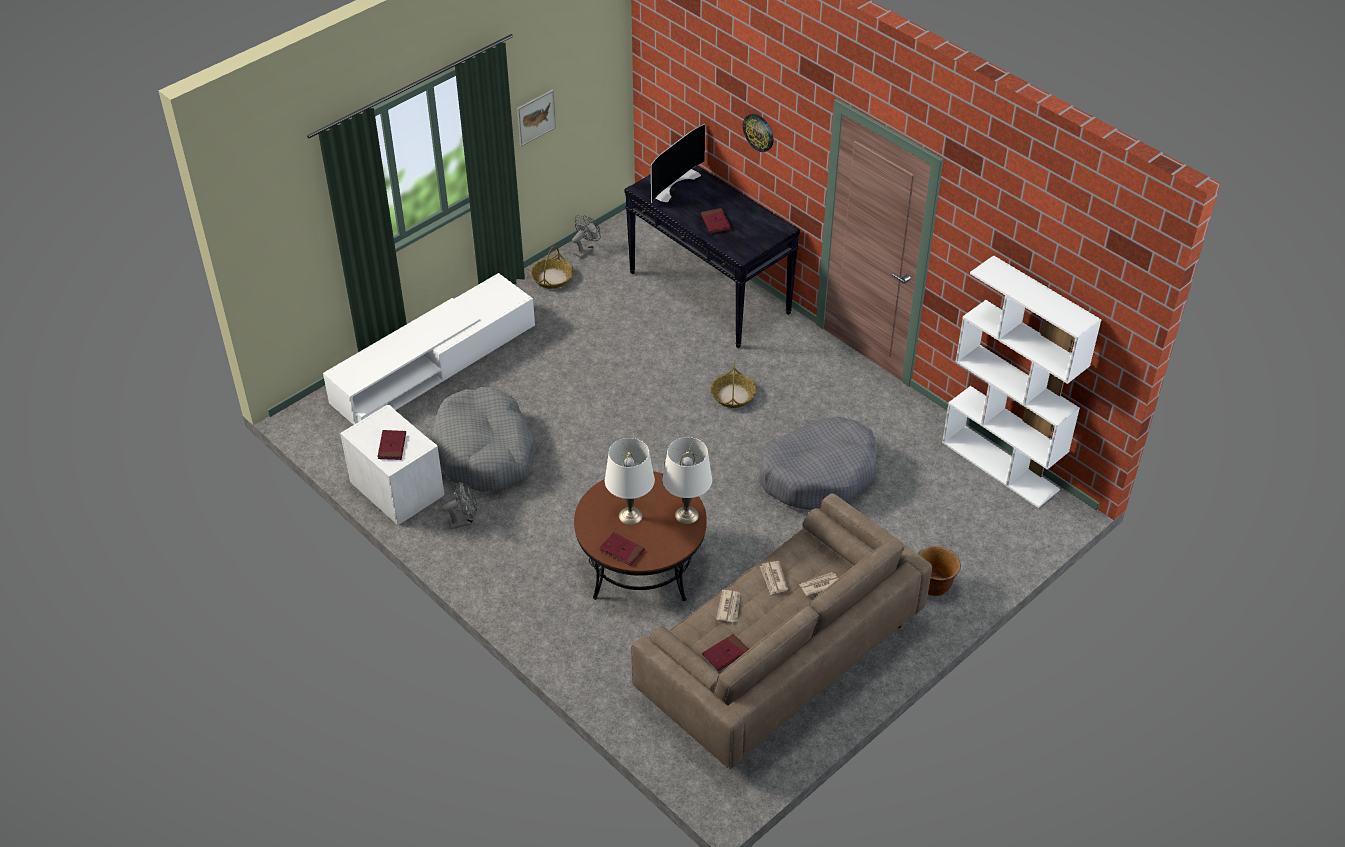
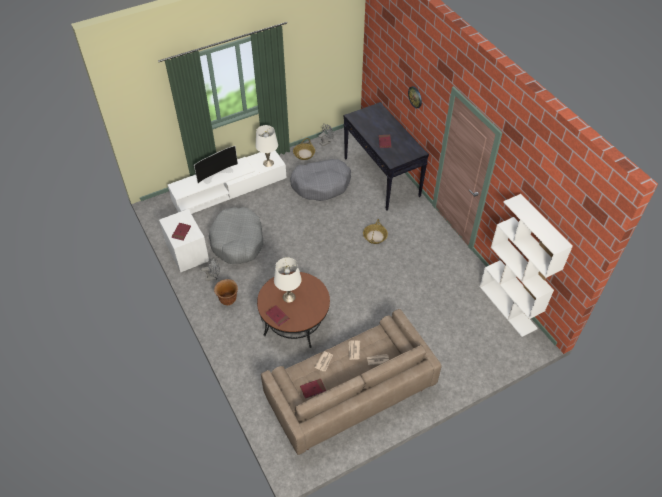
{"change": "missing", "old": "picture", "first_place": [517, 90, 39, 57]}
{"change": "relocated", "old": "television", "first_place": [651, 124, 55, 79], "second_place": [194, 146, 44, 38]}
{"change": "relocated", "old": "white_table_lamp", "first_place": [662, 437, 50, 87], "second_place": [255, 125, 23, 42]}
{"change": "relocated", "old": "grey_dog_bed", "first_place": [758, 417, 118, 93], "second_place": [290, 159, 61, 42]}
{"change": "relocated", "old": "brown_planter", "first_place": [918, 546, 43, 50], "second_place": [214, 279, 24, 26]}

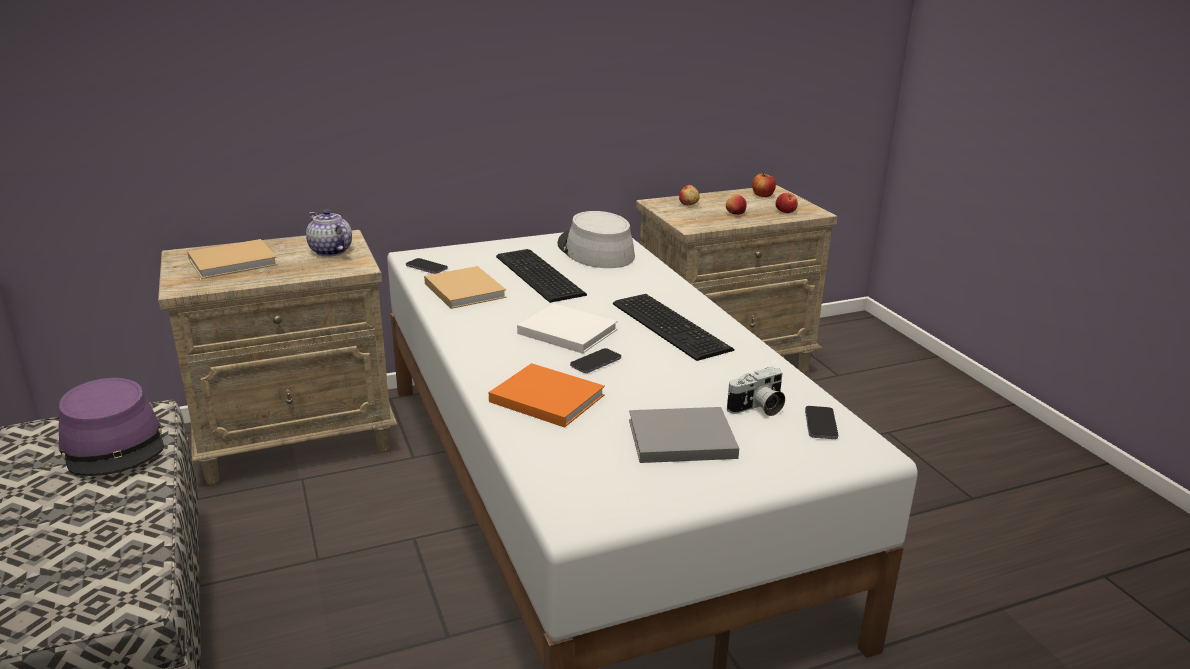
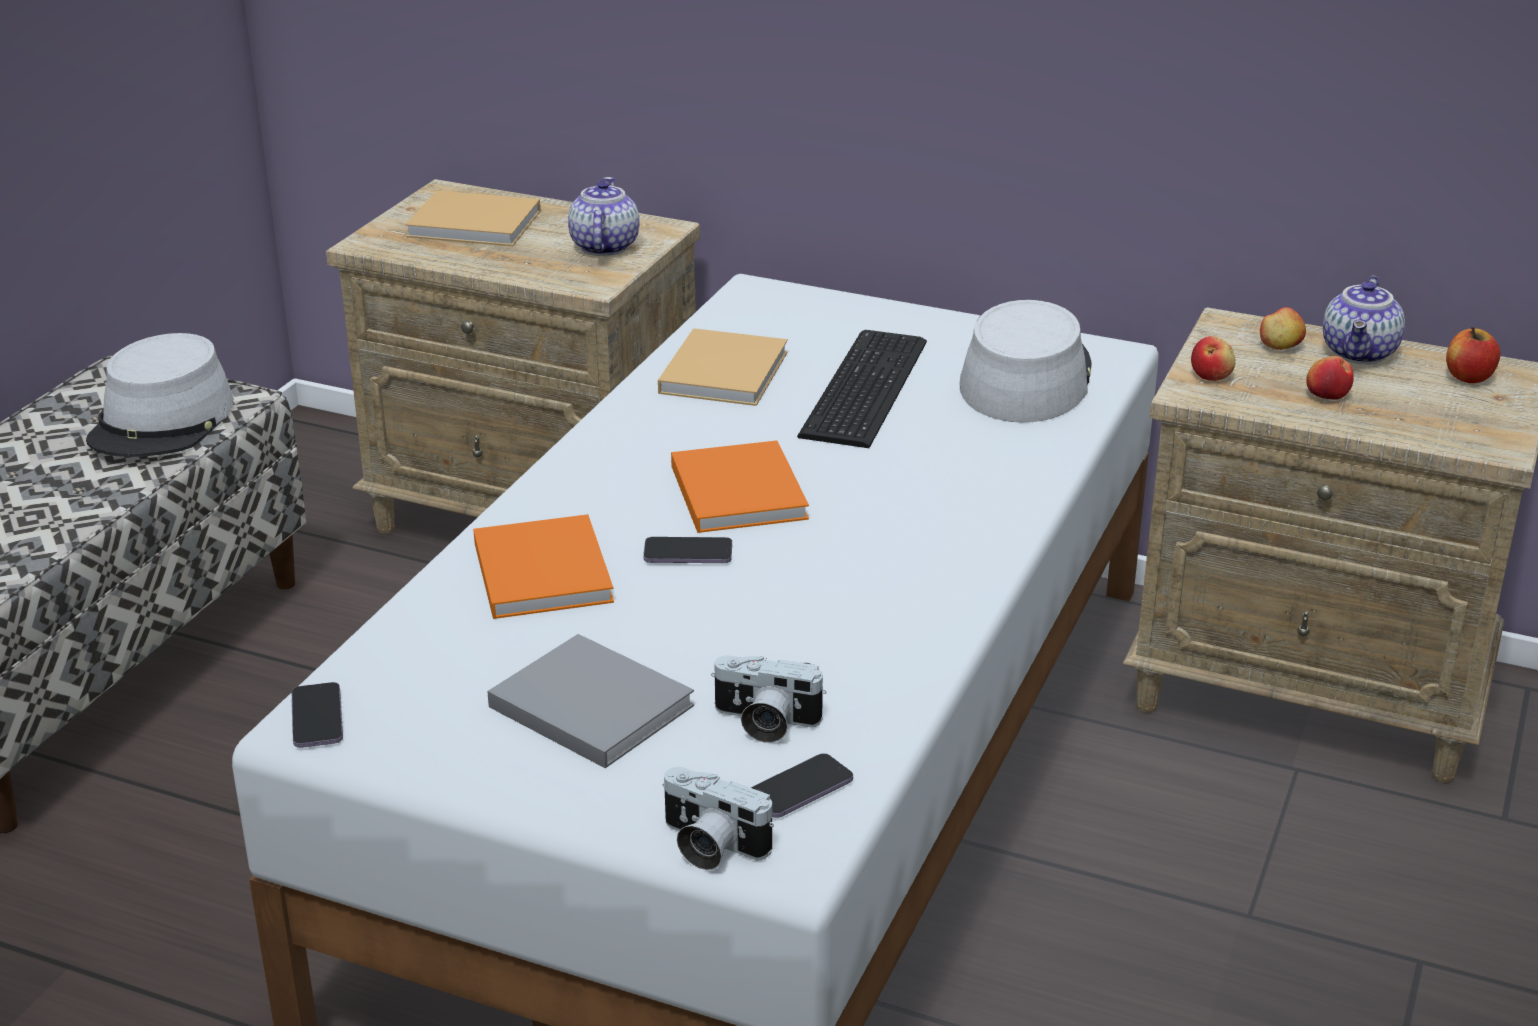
{"change": "missing", "old": "keyboard", "first_place": [613, 294, 122, 67]}
{"change": "appeared", "new": "photo_camera", "second_place": [662, 767, 112, 103]}
{"change": "appeared", "new": "teapot", "second_place": [1323, 275, 82, 89]}
{"change": "relocated", "old": "phone", "first_place": [406, 258, 42, 16], "second_place": [291, 682, 52, 66]}
{"change": "relocated", "old": "apple", "first_place": [775, 192, 23, 21], "second_place": [1191, 336, 45, 45]}
{"change": "colour", "old": "purple_hat", "new": "grey_hat", "first_place": [59, 378, 105, 98], "second_place": [86, 333, 148, 124]}
{"change": "colour", "old": "white_book", "new": "orange_book", "first_place": [517, 304, 101, 50], "second_place": [671, 440, 138, 93]}

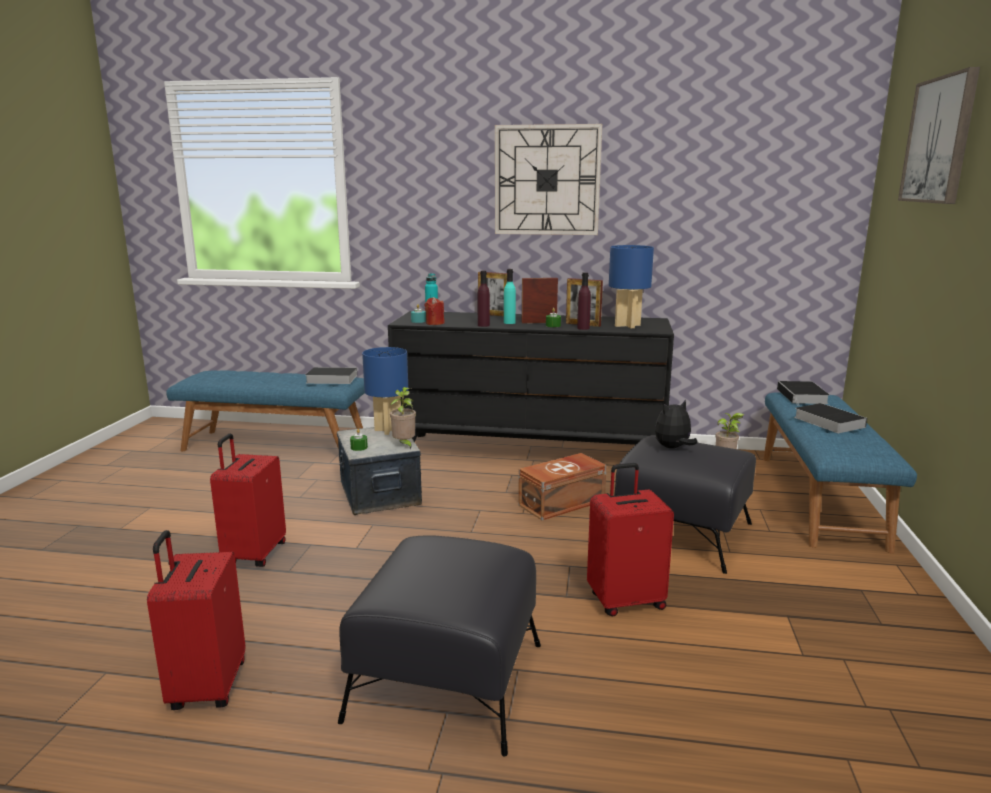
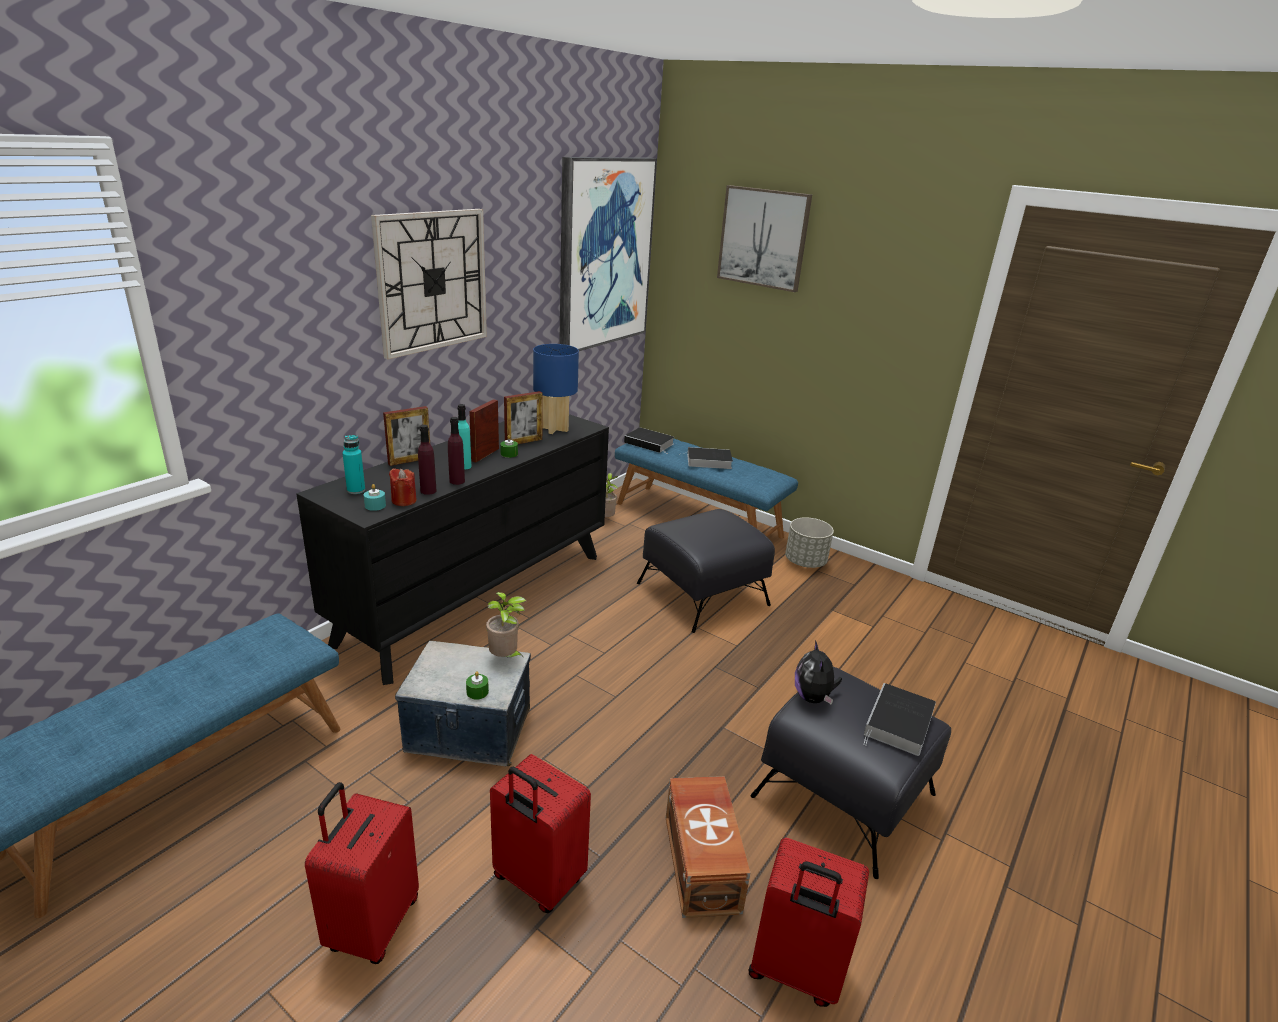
{"change": "missing", "old": "blue_table_lamp", "first_place": [362, 347, 46, 88]}
{"change": "appeared", "new": "picture", "second_place": [559, 157, 98, 194]}
{"change": "appeared", "new": "grey_planter", "second_place": [785, 517, 49, 51]}
{"change": "relocated", "old": "book", "first_place": [306, 367, 51, 17], "second_place": [864, 683, 72, 73]}
{"change": "relocated", "old": "brown_storage_box", "first_place": [518, 453, 89, 67], "second_place": [666, 776, 84, 142]}
{"change": "relocated", "old": "purple_bottle", "first_place": [577, 272, 14, 58], "second_place": [418, 425, 18, 70]}
{"change": "relocated", "old": "red_suitcase", "first_place": [587, 463, 87, 154], "second_place": [305, 782, 114, 182]}
{"change": "relocated", "old": "plush_toy", "first_place": [655, 399, 43, 49], "second_place": [795, 640, 47, 65]}

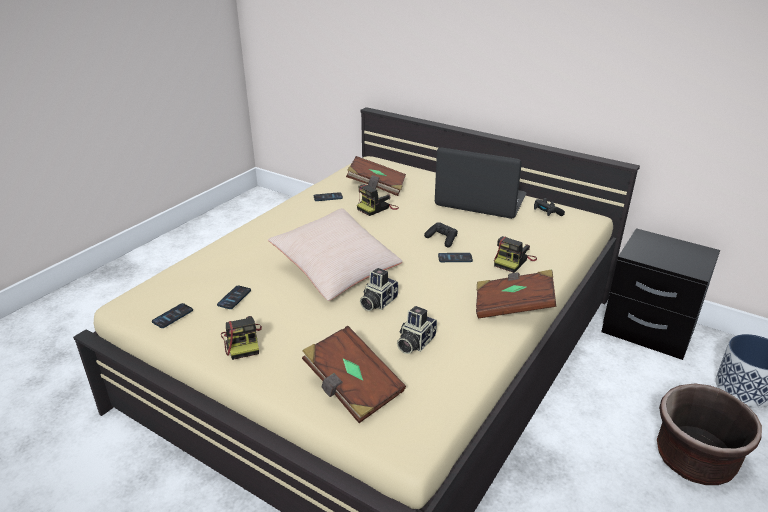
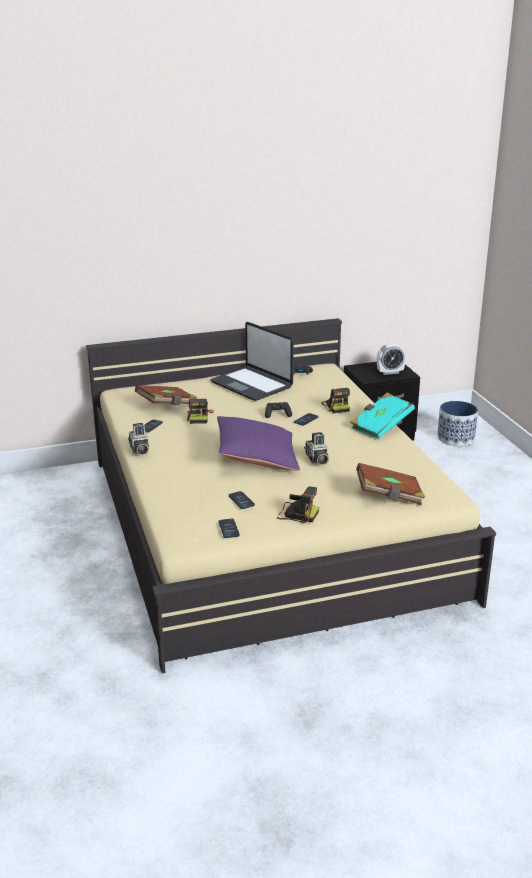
{"change": "missing", "old": "brown_planter", "first_place": [657, 384, 105, 101]}
{"change": "appeared", "new": "alarm_clock", "second_place": [377, 343, 29, 32]}
{"change": "relocated", "old": "photo_camera", "first_place": [397, 306, 40, 48], "second_place": [128, 423, 21, 32]}
{"change": "colour", "old": "beige_pillow", "new": "purple_pillow", "first_place": [268, 208, 135, 93], "second_place": [217, 416, 83, 55]}
{"change": "colour", "old": "brown_book", "new": "turquoise_book", "first_place": [476, 269, 81, 50], "second_place": [351, 393, 64, 46]}
{"change": "spun", "old": "laptop", "first_place": [435, 147, 92, 72], "second_place": [210, 322, 84, 79], "degrees": -105}

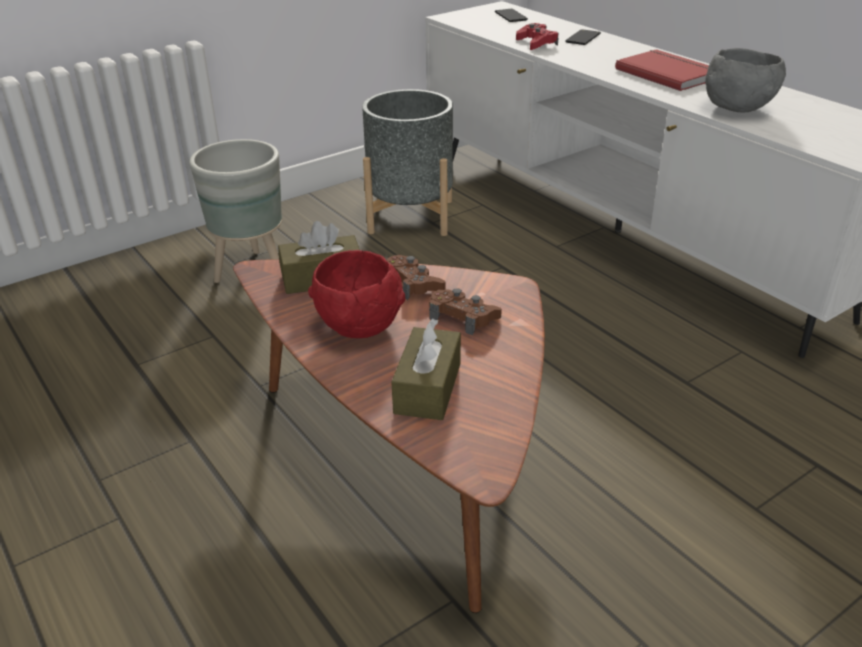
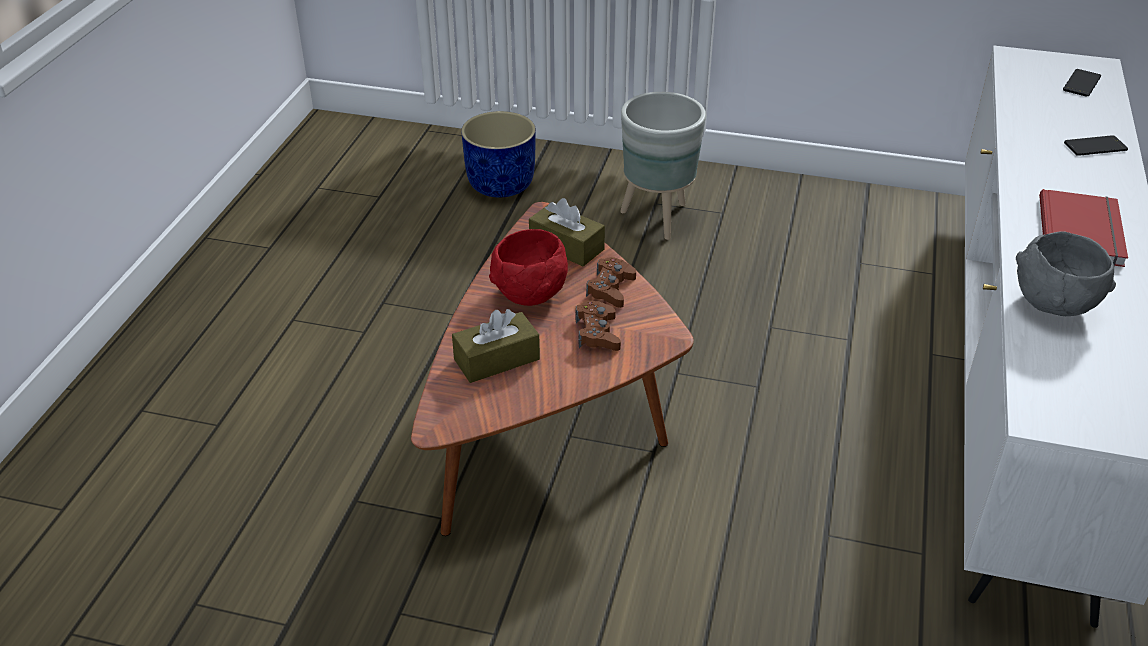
{"change": "missing", "old": "grey_planter", "first_place": [362, 89, 91, 147]}
{"change": "missing", "old": "red_game_controller", "first_place": [516, 23, 42, 27]}
{"change": "appeared", "new": "blue_planter", "second_place": [461, 111, 75, 86]}

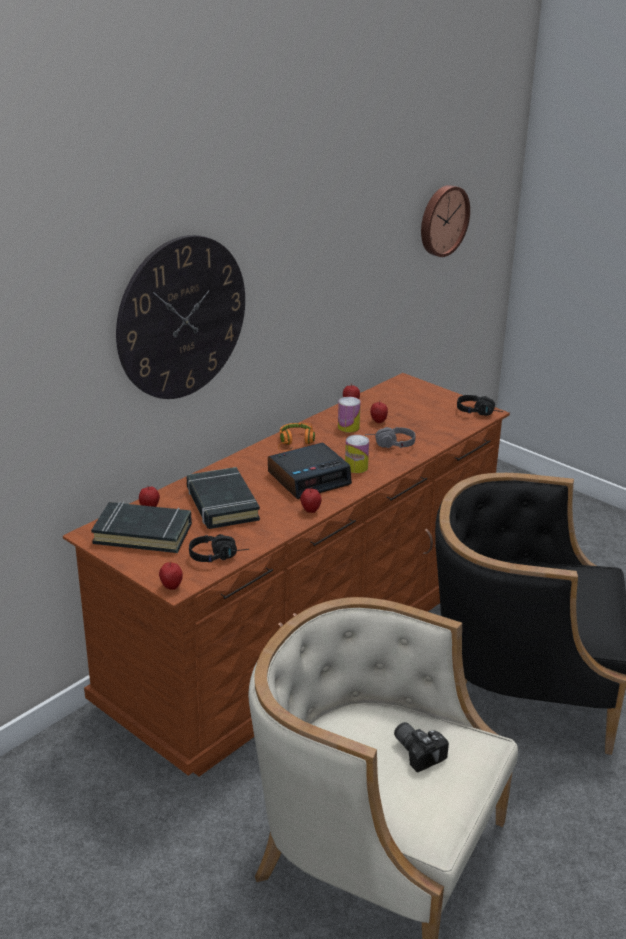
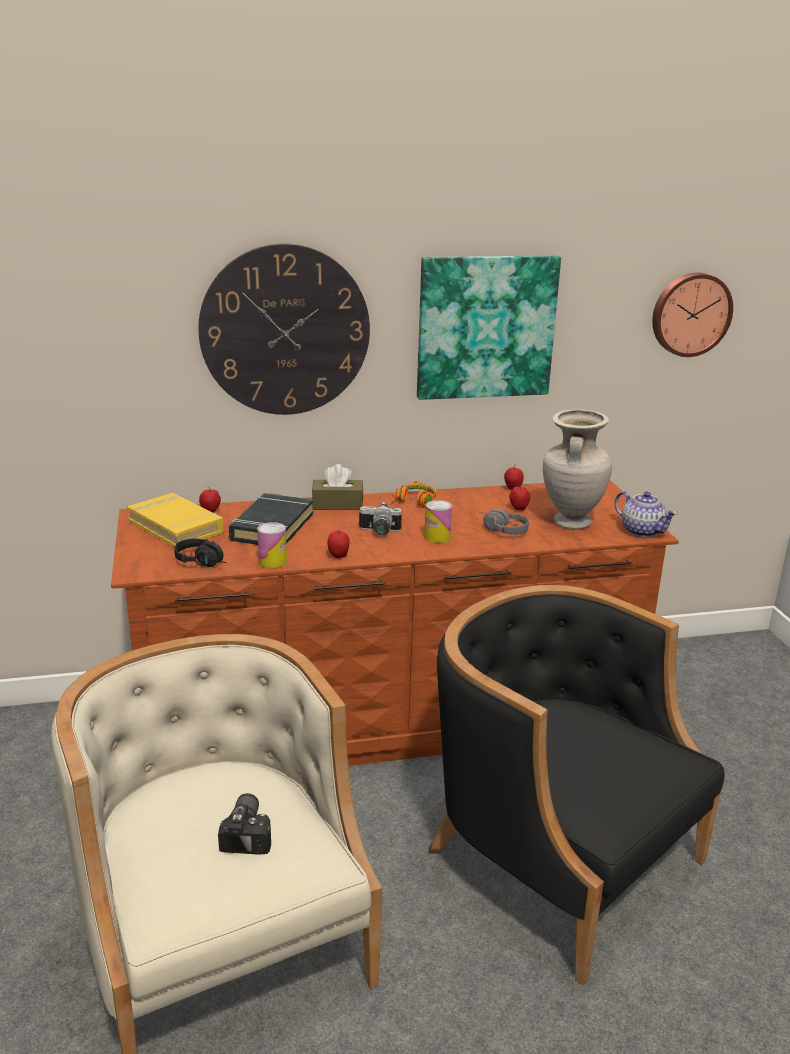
{"change": "missing", "old": "apple", "first_place": [159, 561, 24, 29]}
{"change": "appeared", "new": "brown_tissue_box", "second_place": [312, 464, 51, 46]}
{"change": "appeared", "new": "picture", "second_place": [417, 256, 144, 144]}
{"change": "appeared", "new": "beige_vase", "second_place": [543, 409, 69, 121]}
{"change": "relocated", "old": "can", "first_place": [338, 397, 23, 36], "second_place": [257, 522, 30, 46]}
{"change": "exchanged", "old": "alarm_clock", "new": "photo_camera", "first_place": [268, 443, 84, 56], "second_place": [359, 501, 43, 35]}
{"change": "exchanged", "old": "black_headphones", "new": "teapot", "first_place": [457, 395, 46, 21], "second_place": [614, 491, 64, 46]}
{"change": "colour", "old": "black_book", "new": "yellow_book", "first_place": [91, 502, 101, 51], "second_place": [127, 493, 97, 55]}

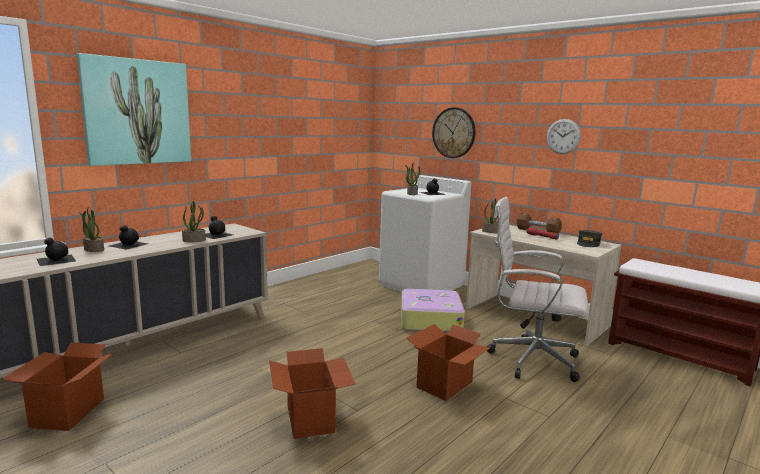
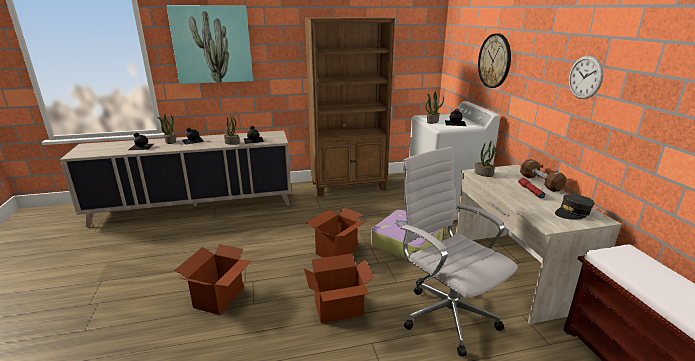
{"change": "appeared", "new": "brown_bookcase", "second_place": [305, 17, 90, 179]}
{"change": "relocated", "old": "cardboard_box", "first_place": [1, 342, 114, 89], "second_place": [306, 207, 61, 51]}

